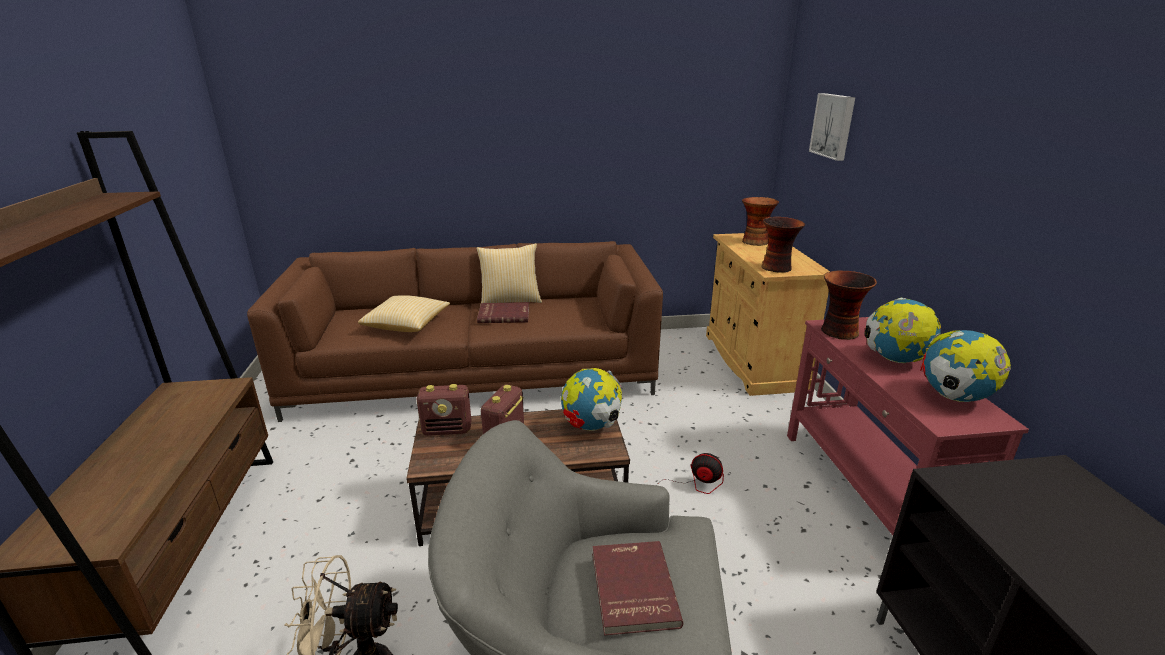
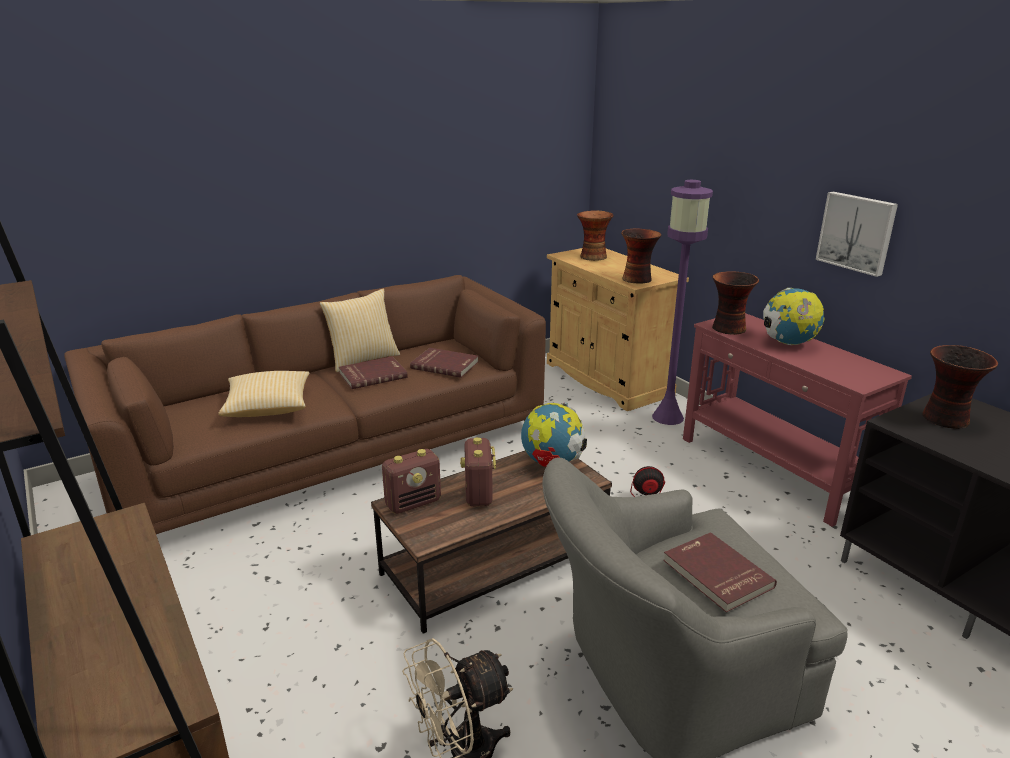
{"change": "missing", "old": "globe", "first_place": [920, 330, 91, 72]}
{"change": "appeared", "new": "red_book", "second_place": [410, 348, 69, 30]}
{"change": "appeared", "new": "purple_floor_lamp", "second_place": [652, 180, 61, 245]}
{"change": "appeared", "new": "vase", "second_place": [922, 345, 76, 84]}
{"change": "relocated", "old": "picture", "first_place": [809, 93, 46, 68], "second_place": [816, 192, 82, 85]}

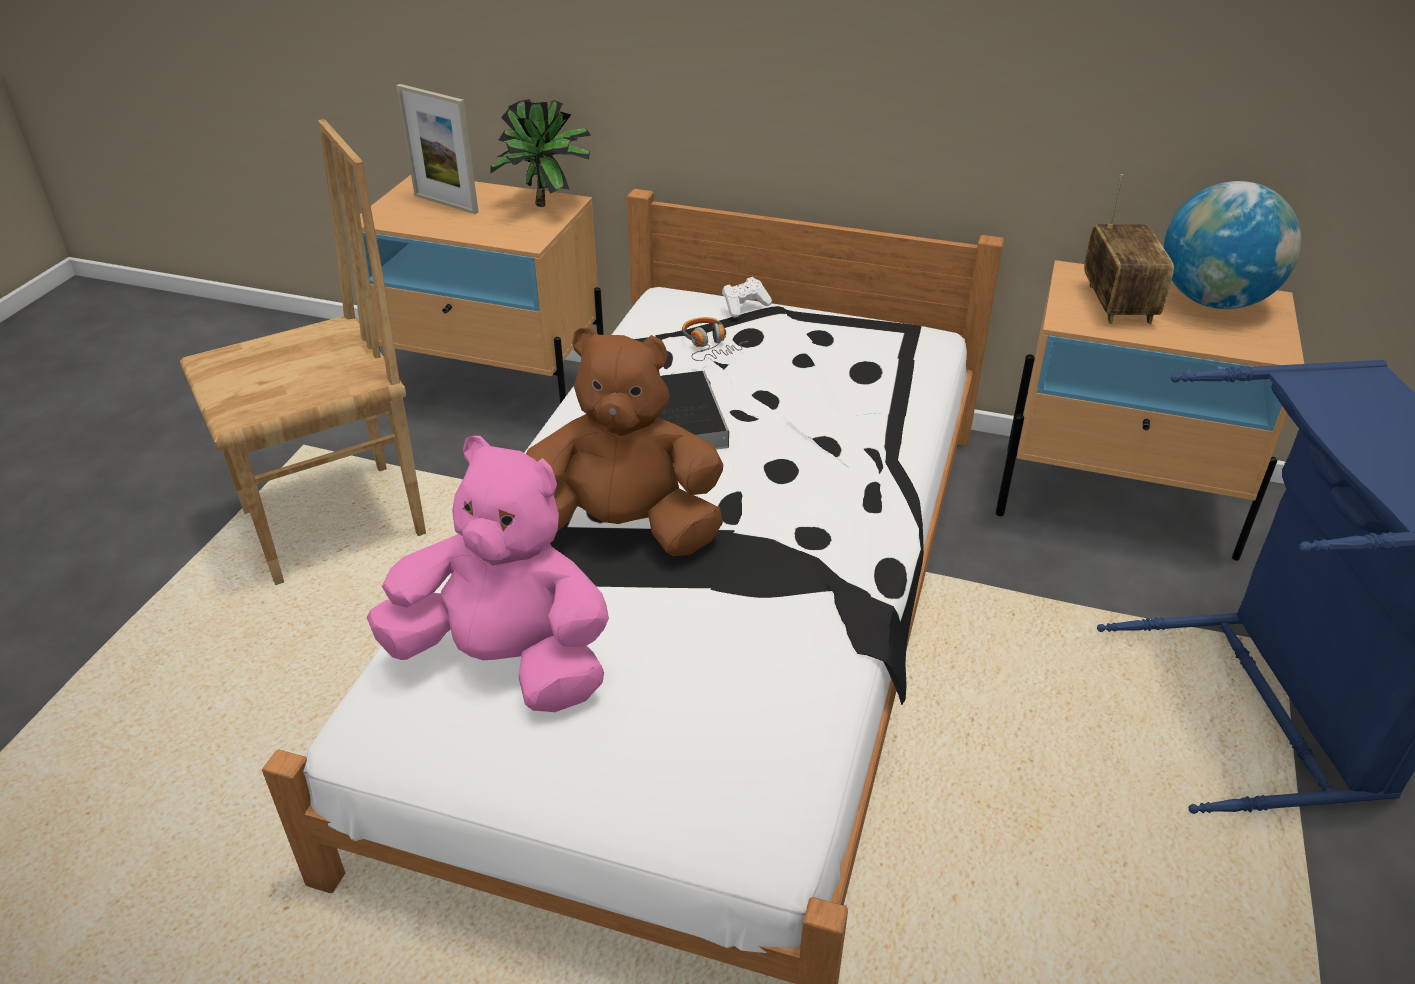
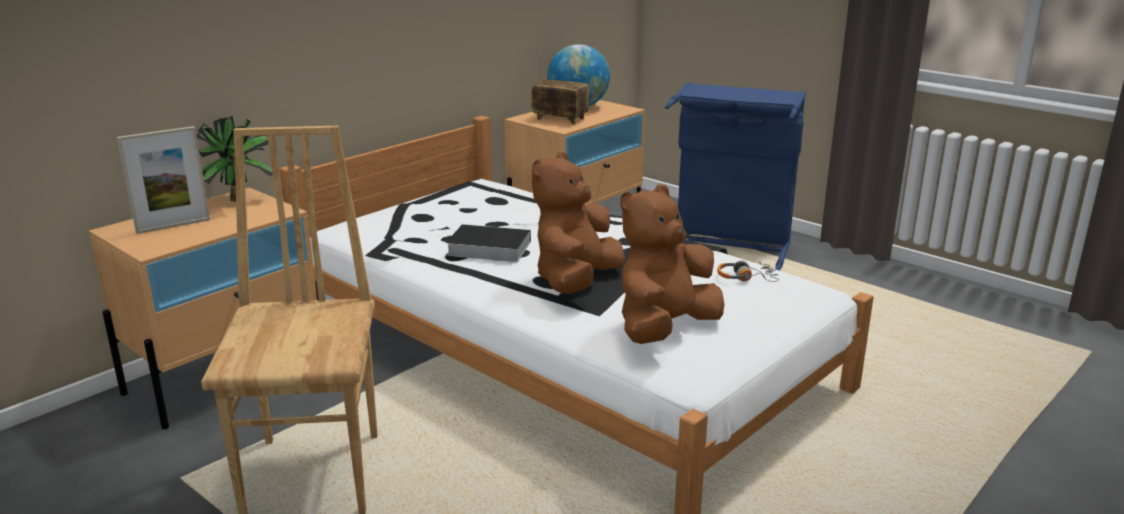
{"change": "missing", "old": "white_game_controller", "first_place": [722, 277, 50, 41]}
{"change": "relocated", "old": "headphones", "first_place": [682, 317, 66, 44], "second_place": [717, 261, 62, 21]}
{"change": "colour", "old": "pink_plush_toy", "new": "brown_plush_toy", "first_place": [367, 436, 242, 276], "second_place": [620, 184, 104, 160]}

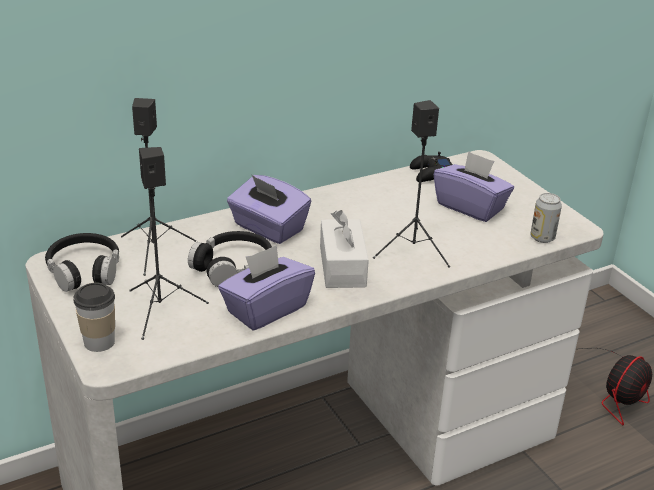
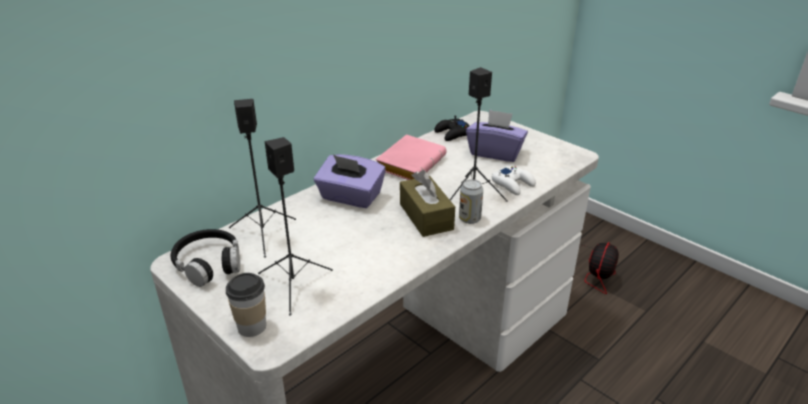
{"change": "missing", "old": "black_headphones", "first_place": [188, 231, 84, 56]}
{"change": "missing", "old": "purple_tissue_box", "first_place": [218, 245, 97, 85]}
{"change": "appeared", "new": "pink_book", "second_place": [375, 134, 71, 46]}
{"change": "appeared", "new": "white_game_controller", "second_place": [491, 166, 45, 29]}
{"change": "relocated", "old": "can", "first_place": [530, 193, 32, 50], "second_place": [459, 179, 24, 45]}
{"change": "colour", "old": "white_tissue_box", "new": "brown_tissue_box", "first_place": [320, 210, 49, 78], "second_place": [400, 170, 55, 67]}

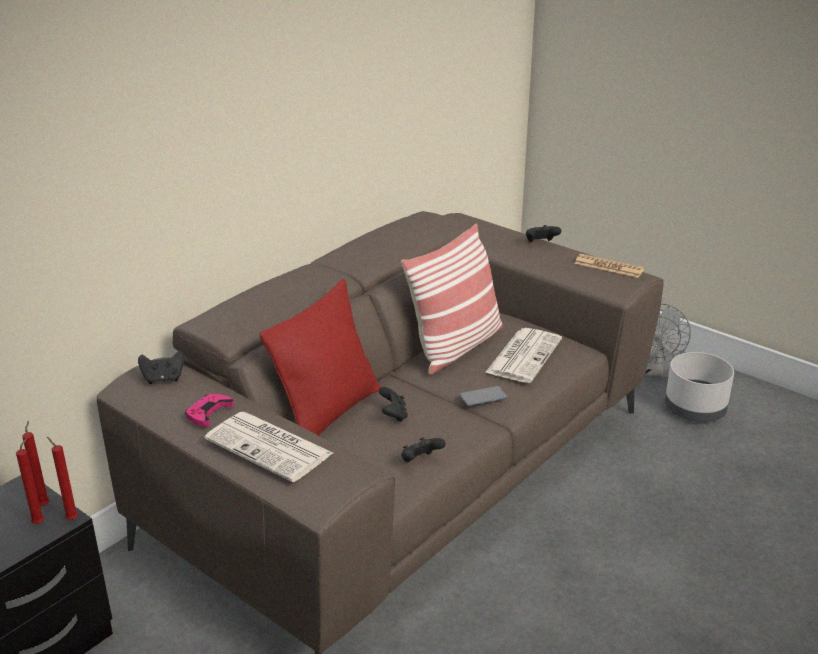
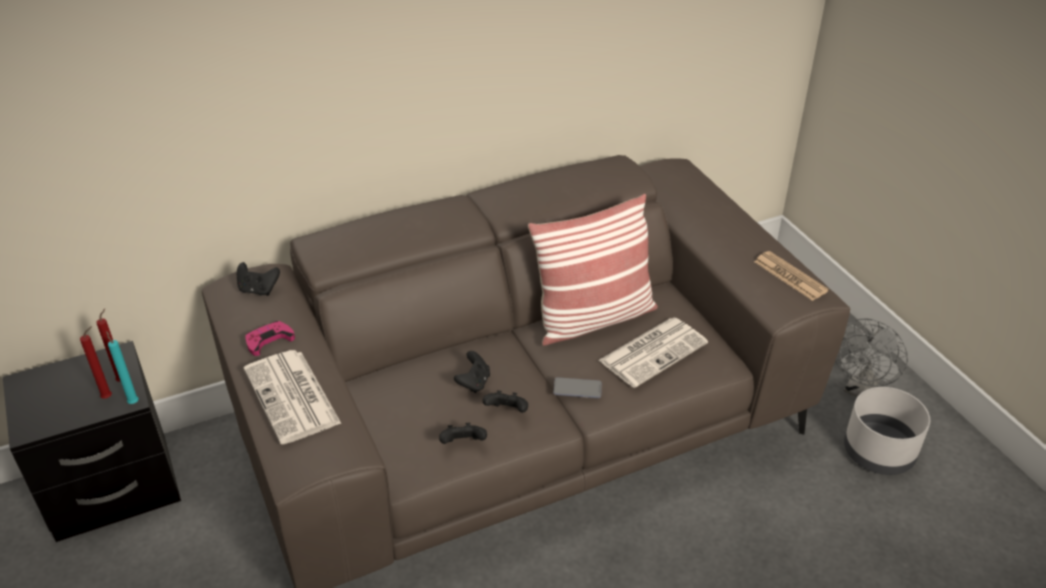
{"change": "missing", "old": "red_pillow", "first_place": [259, 279, 122, 157]}
{"change": "relocated", "old": "black_game_controller", "first_place": [526, 225, 35, 17], "second_place": [483, 390, 45, 23]}
{"change": "colour", "old": "red_candle", "new": "turquoise_candle", "first_place": [47, 437, 31, 83], "second_place": [106, 331, 33, 73]}

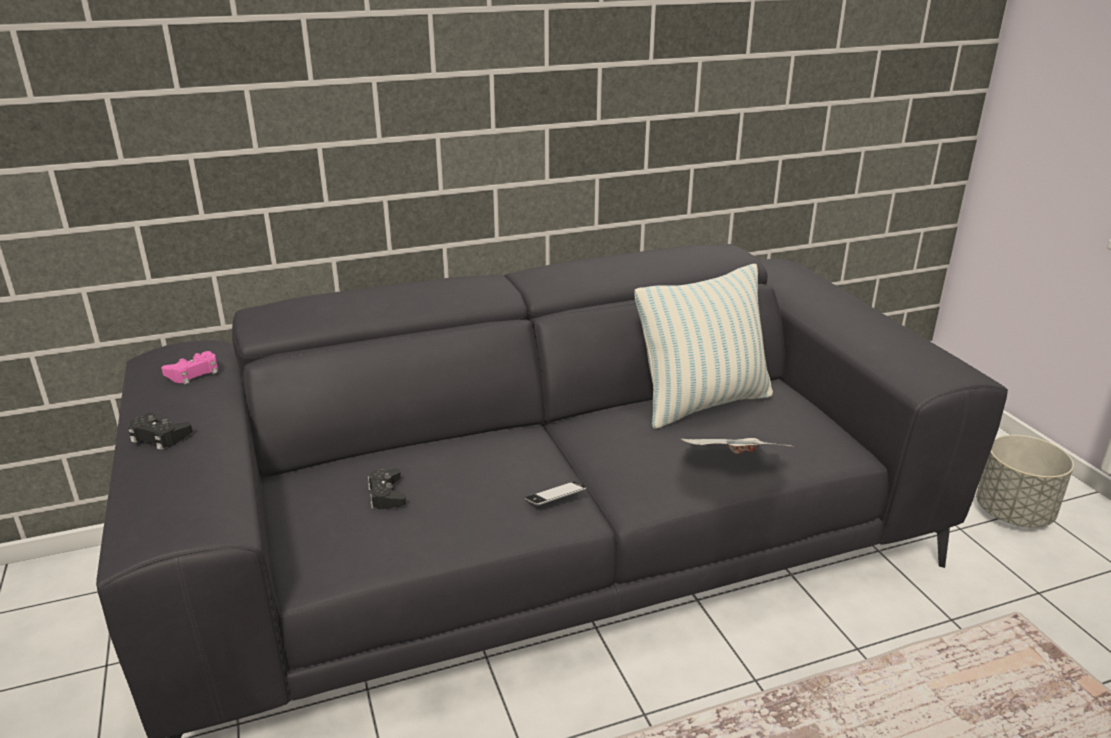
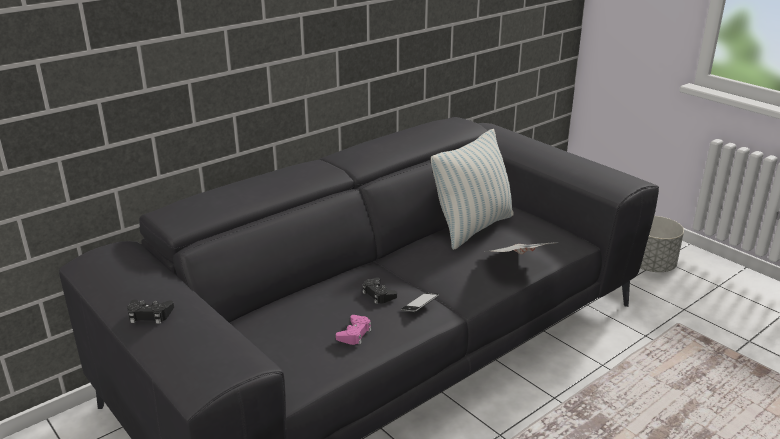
{"change": "relocated", "old": "pink_game_controller", "first_place": [161, 351, 57, 34], "second_place": [336, 315, 35, 30]}
{"change": "relocated", "old": "black_game_controller", "first_place": [368, 469, 38, 40], "second_place": [362, 277, 35, 27]}

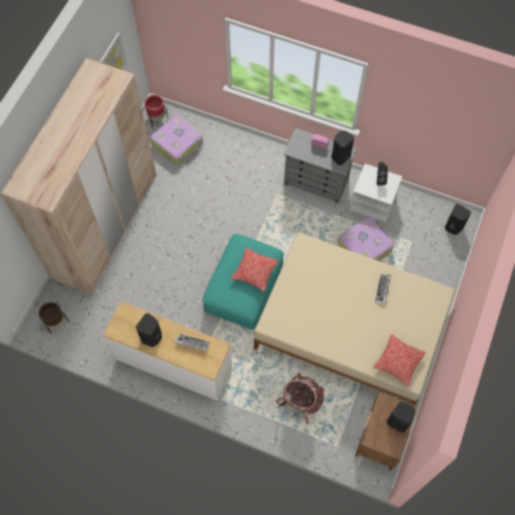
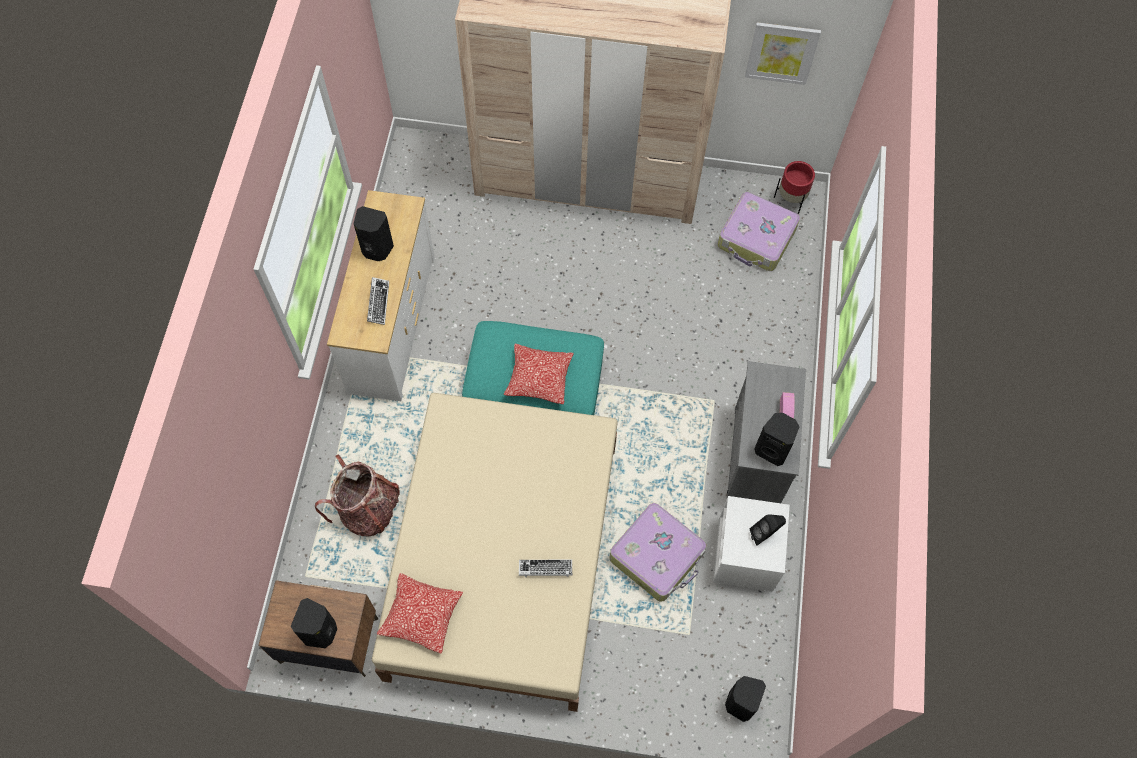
{"change": "missing", "old": "brown_planter", "first_place": [39, 302, 30, 32]}

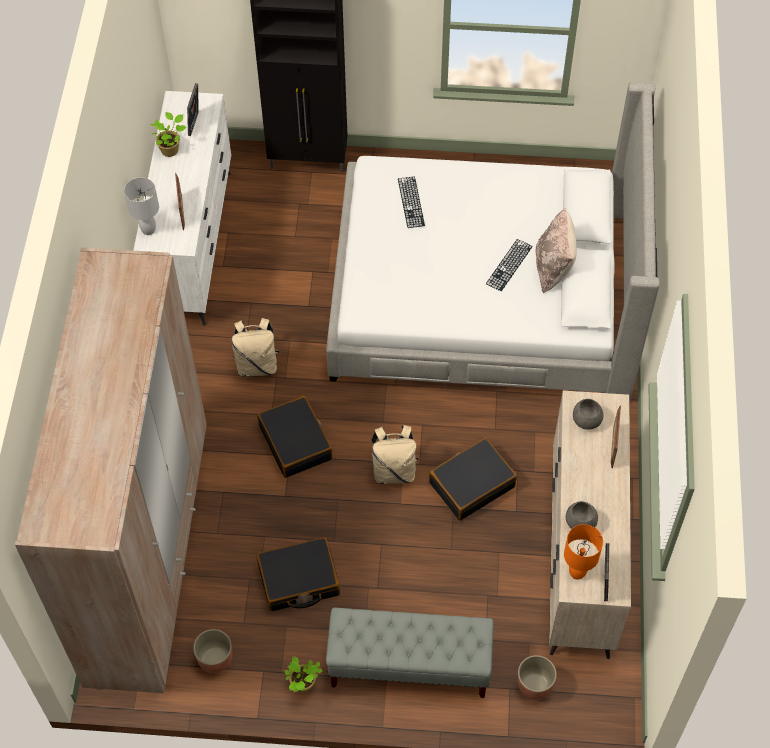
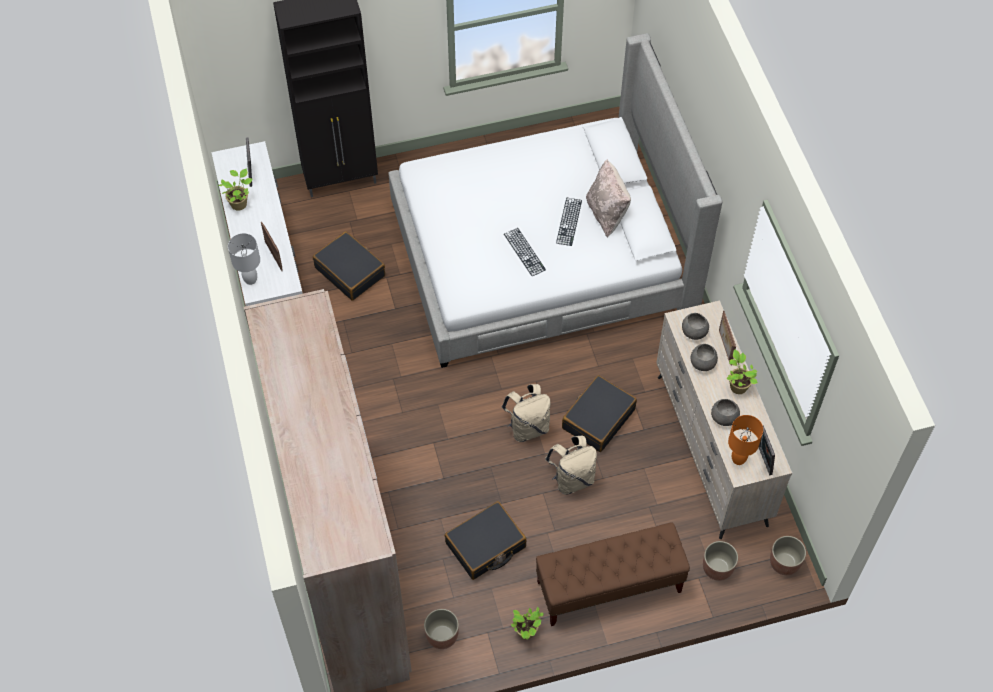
{"change": "appeared", "new": "grey_bowl", "second_place": [691, 344, 27, 27]}
{"change": "appeared", "new": "potted_plant", "second_place": [726, 349, 32, 45]}
{"change": "appeared", "new": "planter", "second_place": [770, 536, 36, 39]}
{"change": "relocated", "old": "beige_backpack", "first_place": [232, 318, 48, 59], "second_place": [545, 436, 52, 59]}
{"change": "relocated", "old": "black_suitcase", "first_place": [257, 396, 76, 82], "second_place": [313, 231, 72, 70]}
{"change": "relocated", "old": "keyboard", "first_place": [398, 176, 27, 52], "second_place": [504, 228, 42, 48]}
{"change": "colour", "old": "grey_bench", "new": "brown_bench", "first_place": [326, 607, 168, 91], "second_place": [536, 522, 154, 104]}

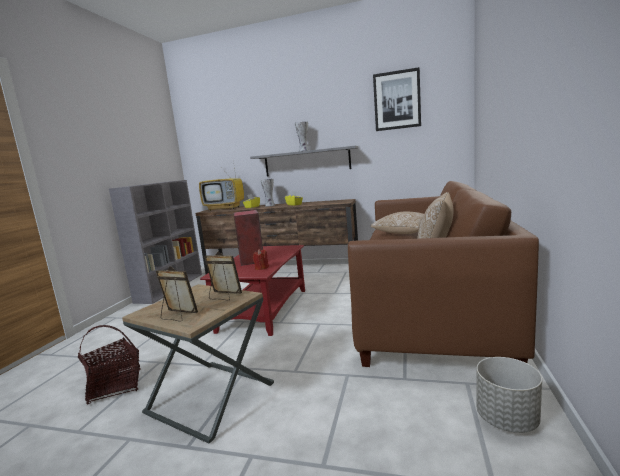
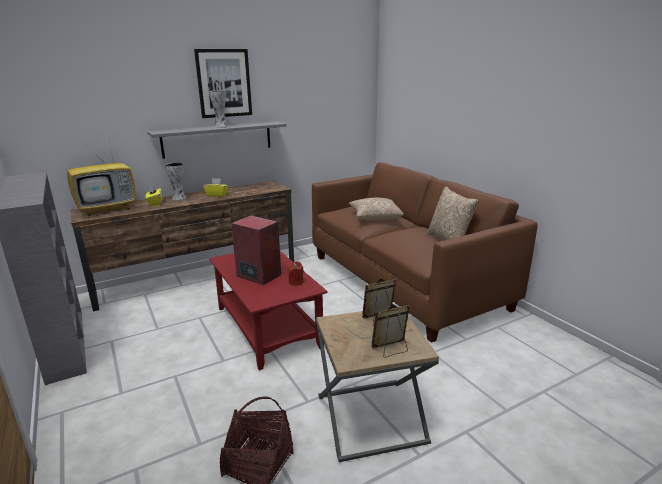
{"change": "missing", "old": "grey_planter", "first_place": [476, 357, 66, 76]}
{"change": "relocated", "old": "picture", "first_place": [373, 67, 48, 64], "second_place": [194, 49, 58, 69]}

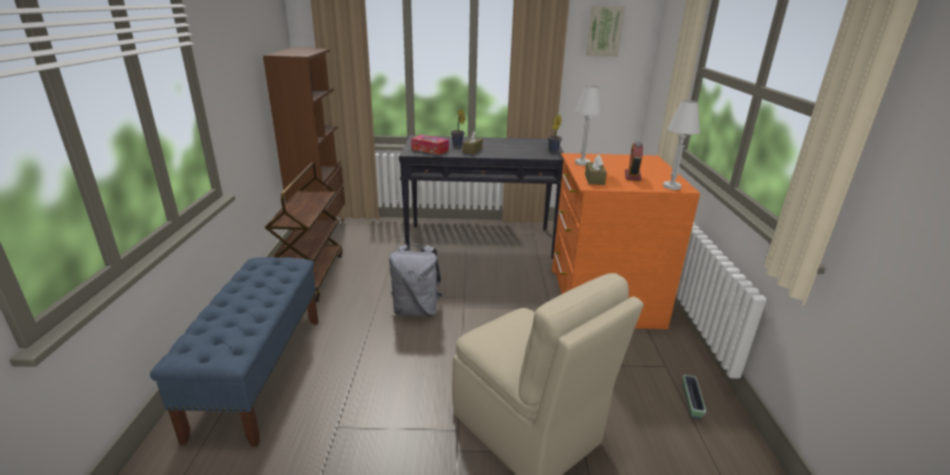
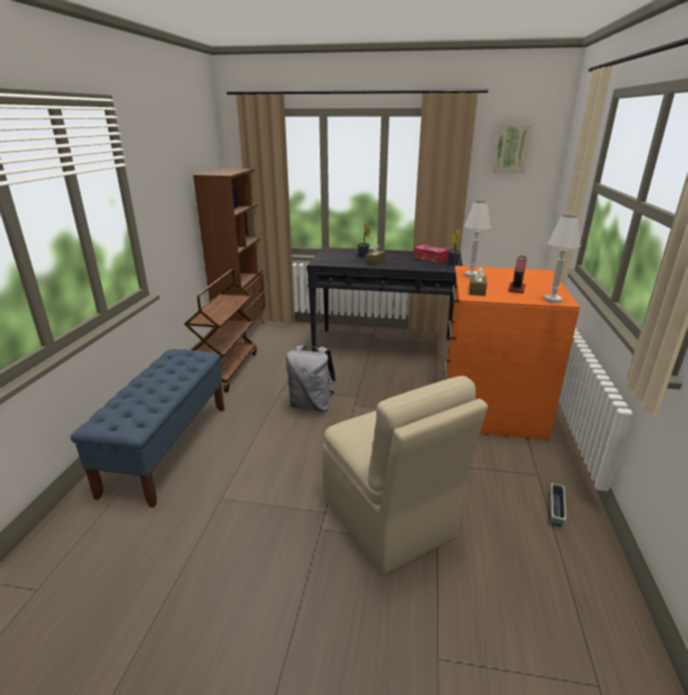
{"change": "relocated", "old": "tissue_box", "first_place": [411, 135, 38, 20], "second_place": [413, 245, 36, 18]}

